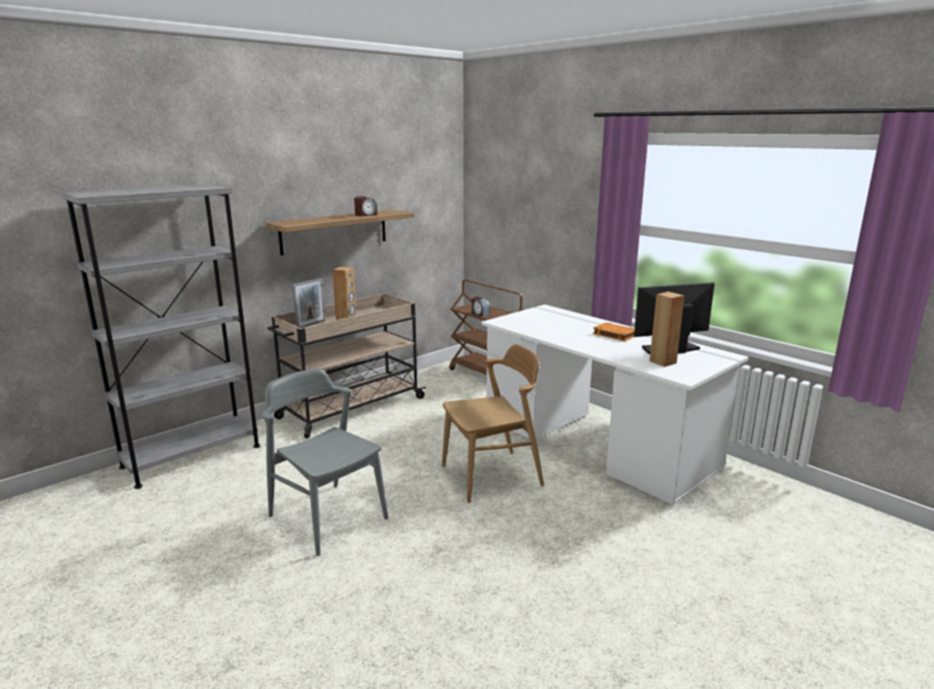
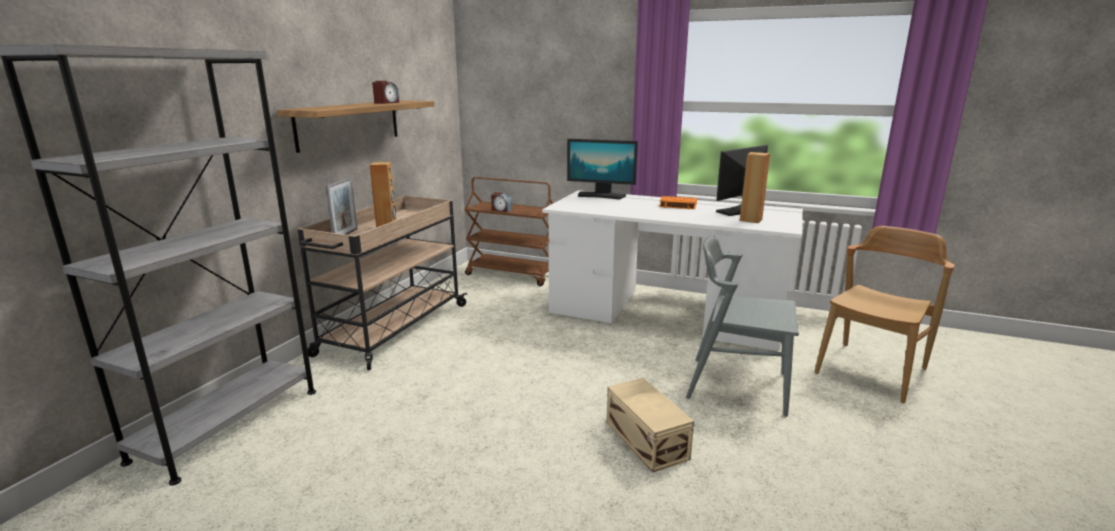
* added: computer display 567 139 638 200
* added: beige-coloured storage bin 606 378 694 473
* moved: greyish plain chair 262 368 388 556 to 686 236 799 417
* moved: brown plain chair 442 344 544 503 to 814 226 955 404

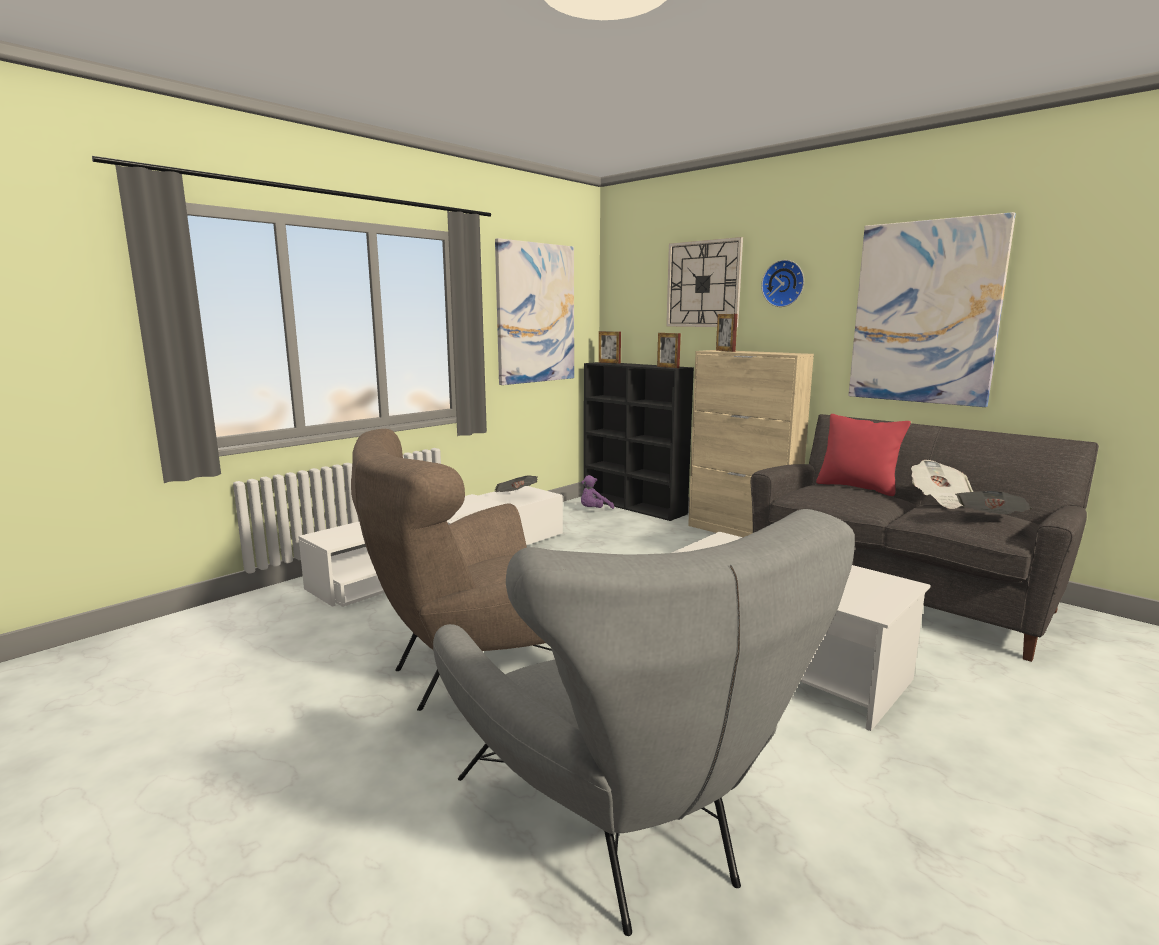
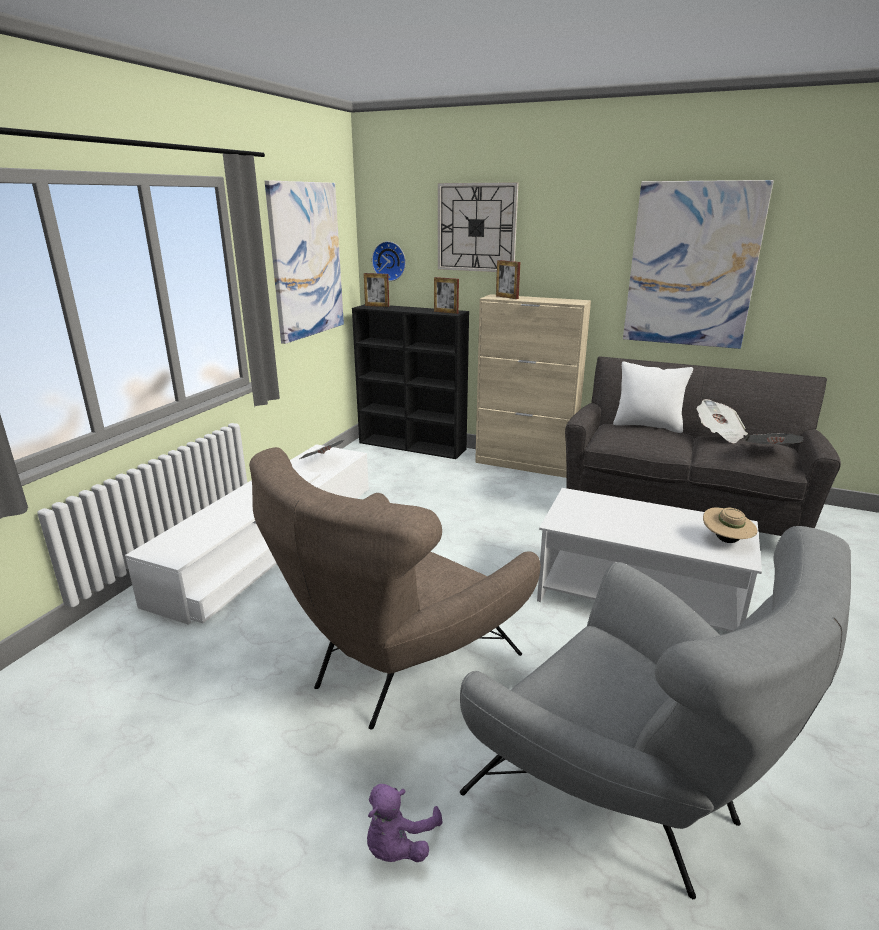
* added: beige-coloured wearable hat 703 507 757 543
* moved: purple-coloured soft toy 581 475 614 509 to 367 784 442 862
* moved: hanging clock 761 260 804 307 to 372 241 406 281
* recoloured: red-coloured pillow 816 414 911 496 to whitish pillow 613 361 693 433

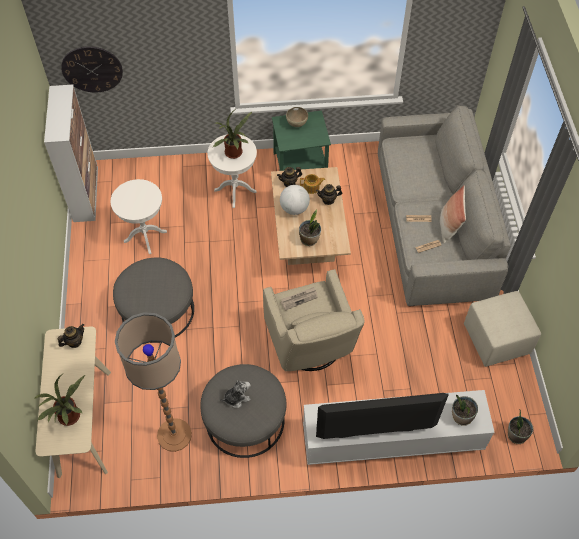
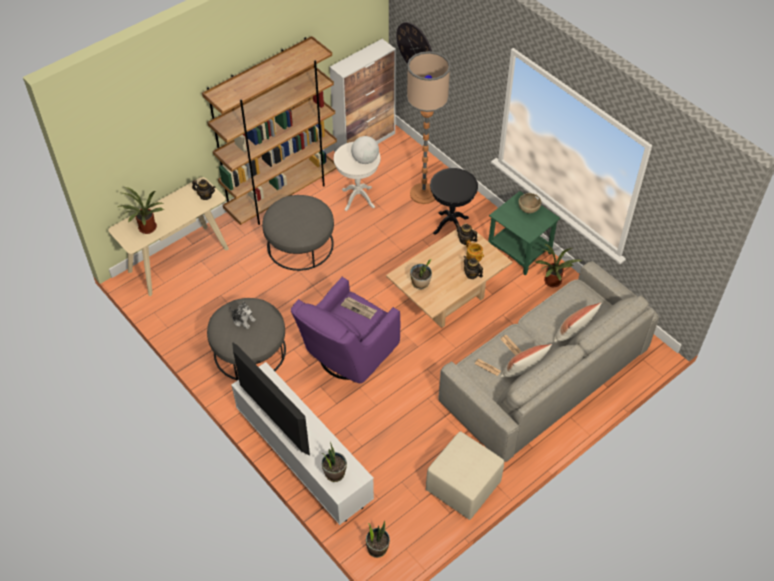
* added: brown bookshelf 202 36 337 225
* added: pillow 553 303 601 342
* moved: floor lamp 115 312 192 452 to 407 51 451 204
* moved: potted plant 213 111 252 159 to 535 244 583 287
* moved: desk globe 280 185 310 215 to 351 136 379 164
* recoloured: whitish accent table 208 134 257 208 to blackish accent table 430 168 478 235
* recoloured: beige-coloured easy chair 263 269 365 371 to purple-coloured easy chair 291 277 400 384

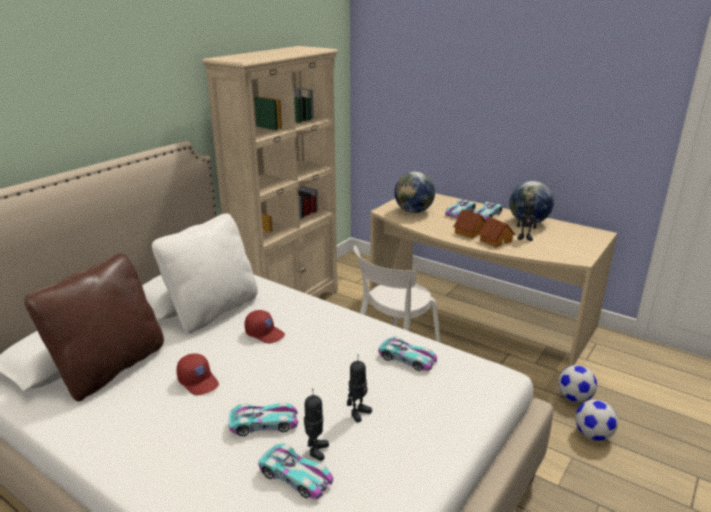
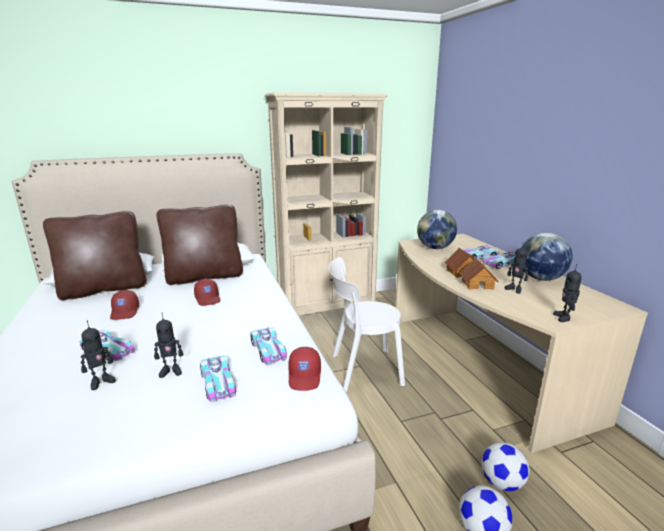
* added: red-coloured baseball cap 288 347 321 391
* added: toy robot 553 264 582 322
* moved: miniature car 258 443 333 499 to 200 356 236 402
* recoloured: whitish pillow 152 213 258 334 to brown pillow 157 205 243 285

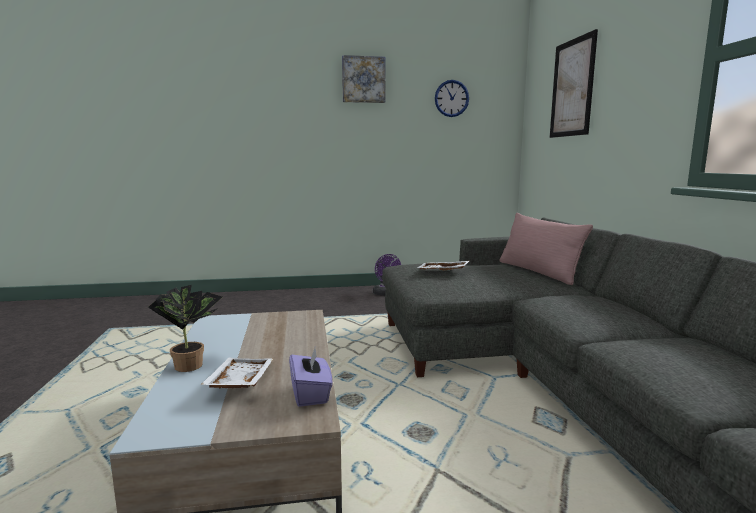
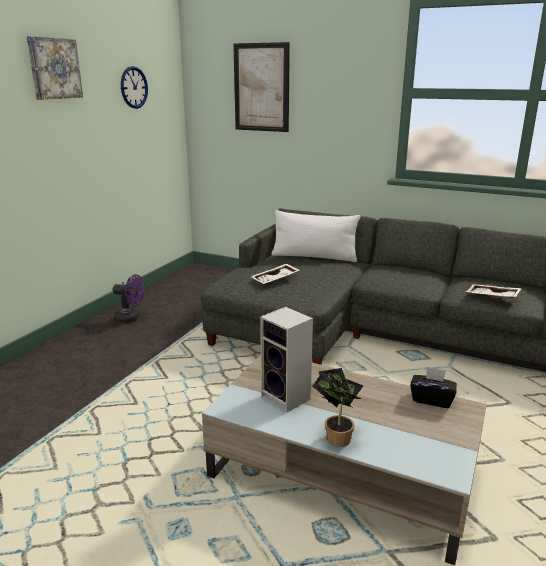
* added: speaker 260 307 313 413
* moved: whitish carrying tray 200 358 273 388 to 466 284 522 298
* recoloured: purple-coloured tissue holder 289 345 333 407 to blackish tissue holder 410 367 457 408
* recoloured: pink pillow 500 213 593 285 to whitish pillow 272 210 361 262

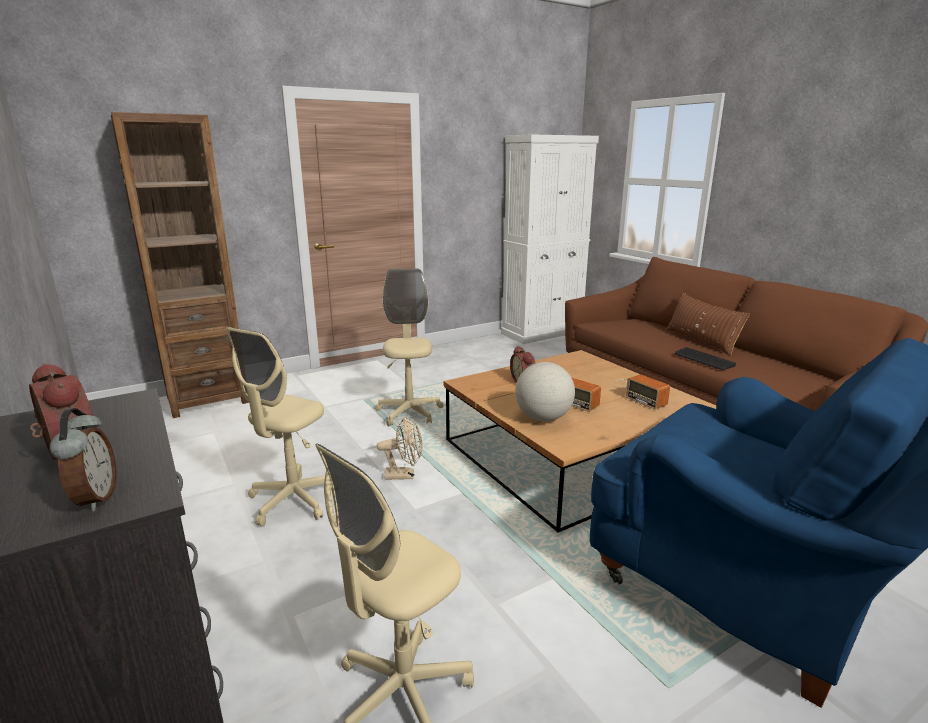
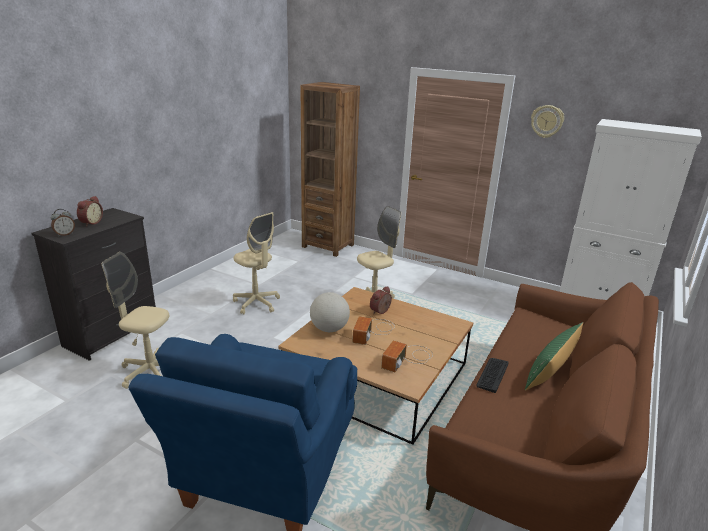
* removed: beige-coloured fan 377 416 422 480
* added: hanging clock 531 105 564 138
* recoloured: brown pillow 666 292 750 356 to green-coloured pillow 525 322 583 390
* turned: beige-coloured desk chair 226 327 325 527 = 233 212 280 314 135 degrees counterclockwise

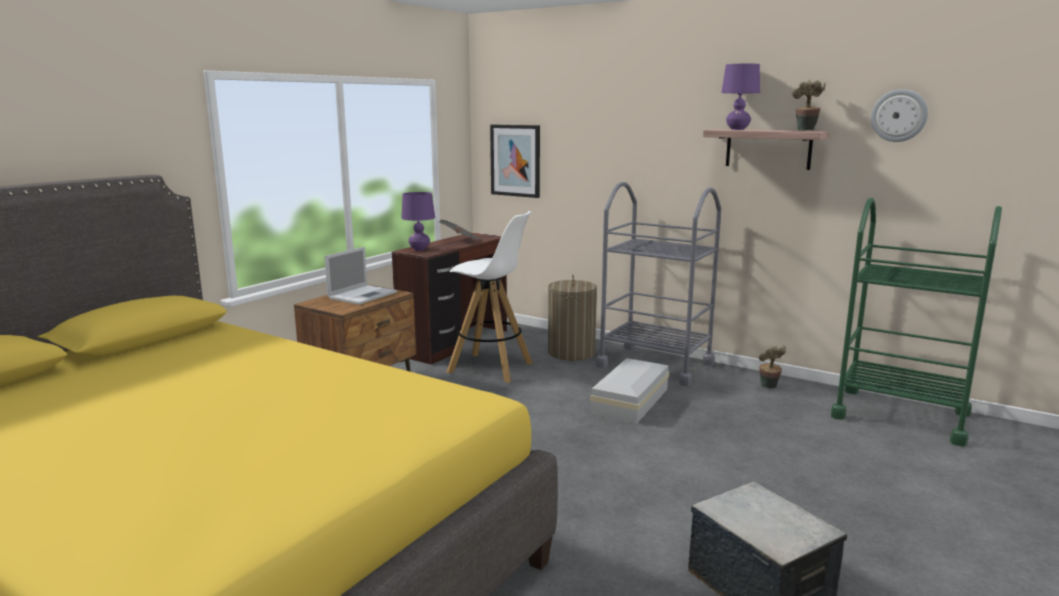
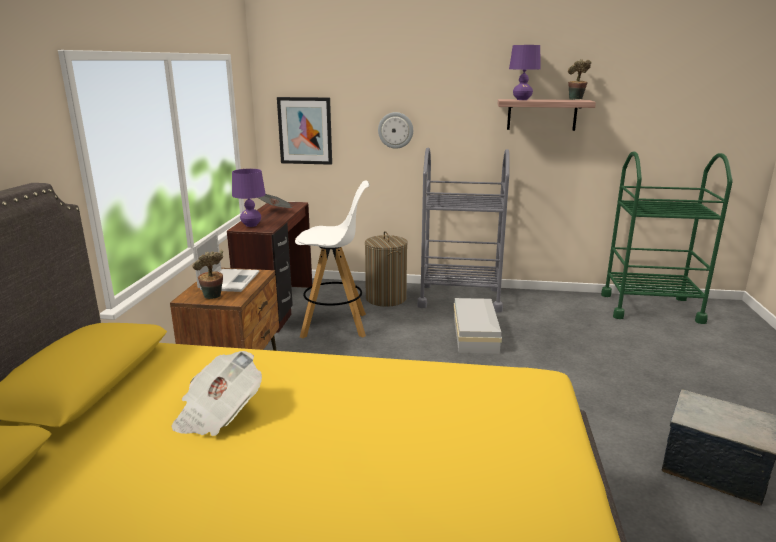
* added: printed paper 171 351 262 436
* moved: potted plant 759 345 786 388 to 193 250 223 299
* moved: hanging clock 871 89 928 142 to 378 112 413 149

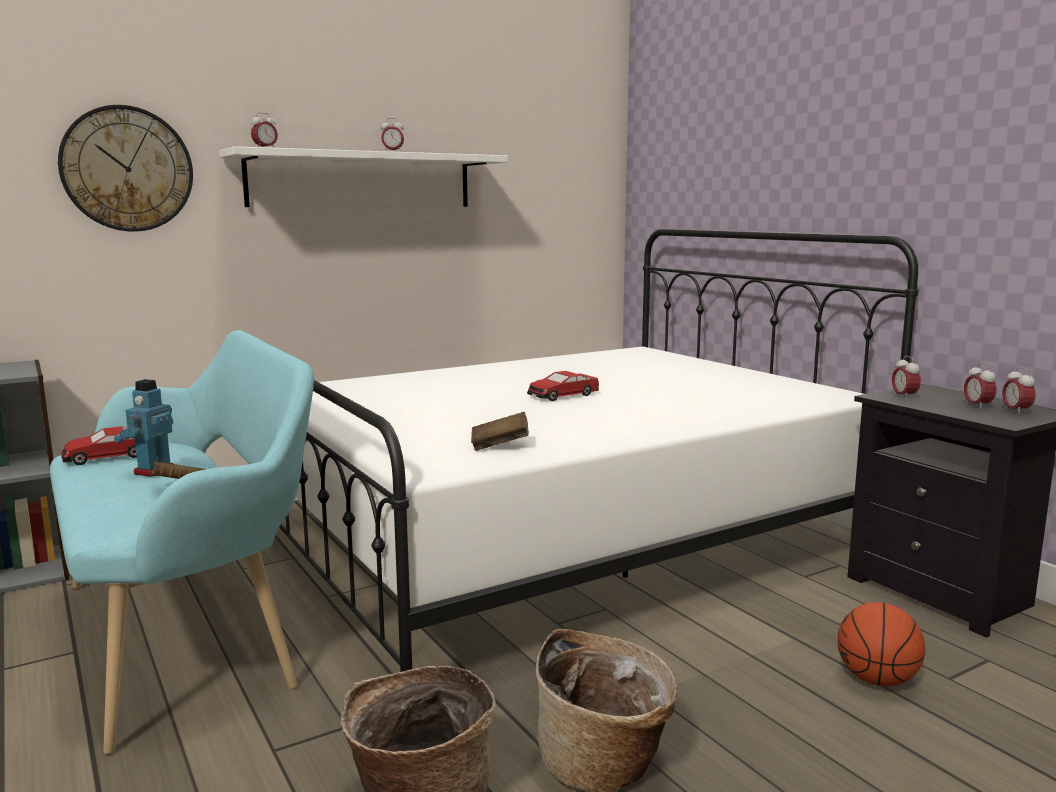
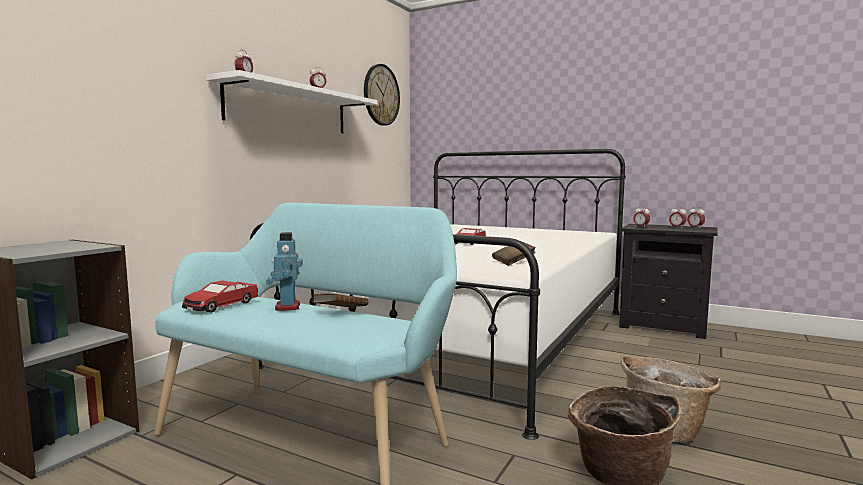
* removed: basketball 838 602 925 687
* moved: hanging clock 58 105 193 232 to 364 64 400 126

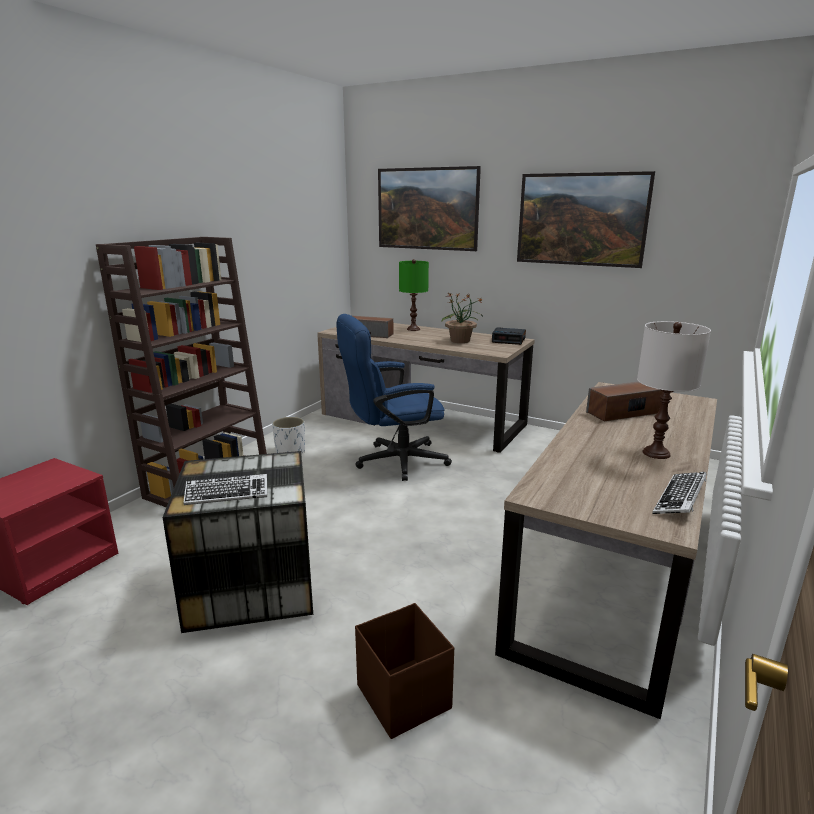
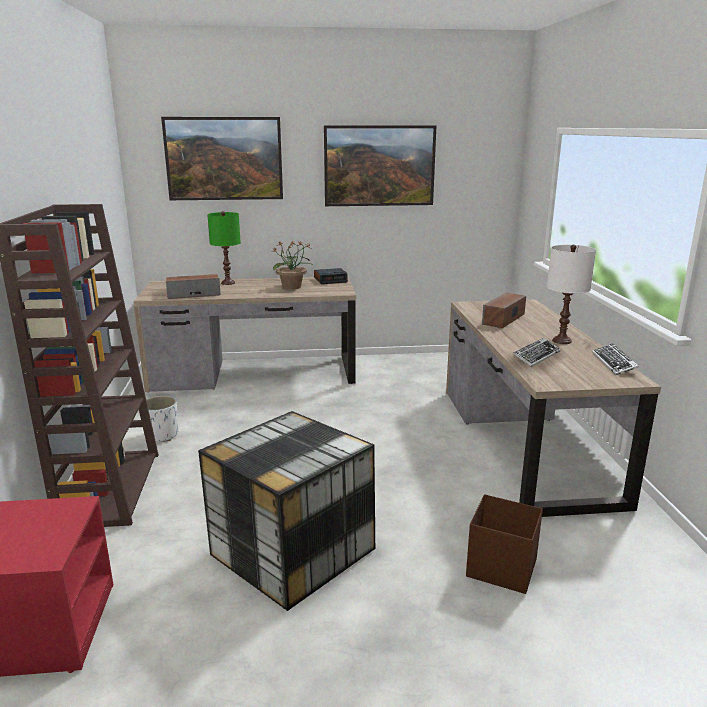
* removed: bluish desk chair 336 314 452 481
* moved: computer keyboard 183 474 267 505 to 513 338 561 367

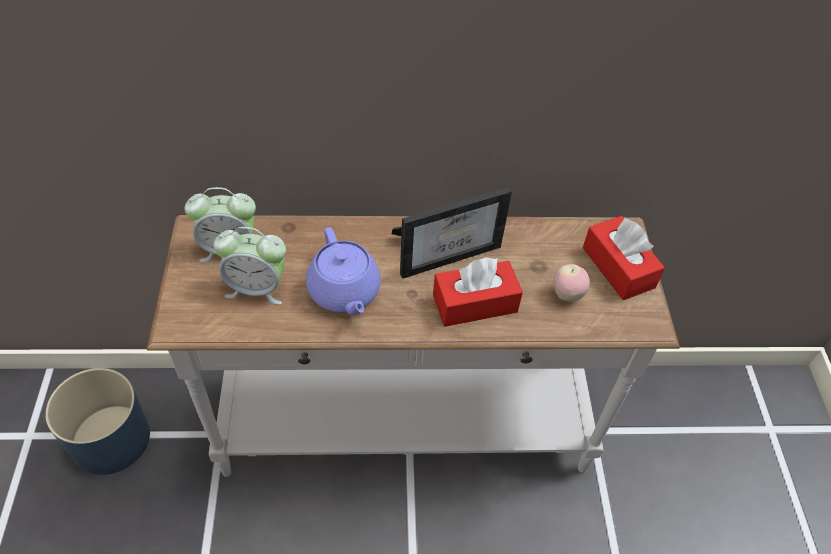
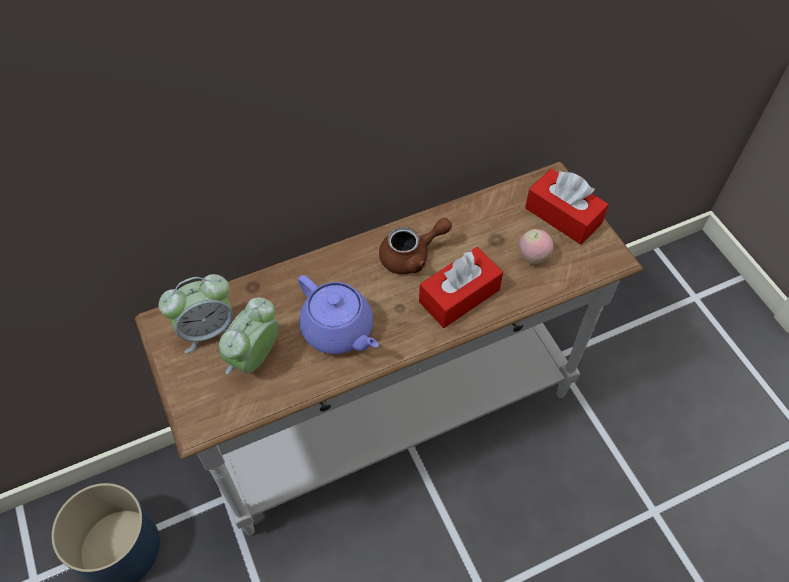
* replaced: photo frame 392 187 512 279 to brown tea pot 379 218 452 274
* turned: table clock 213 227 286 305 = 219 297 279 374 135 degrees clockwise

